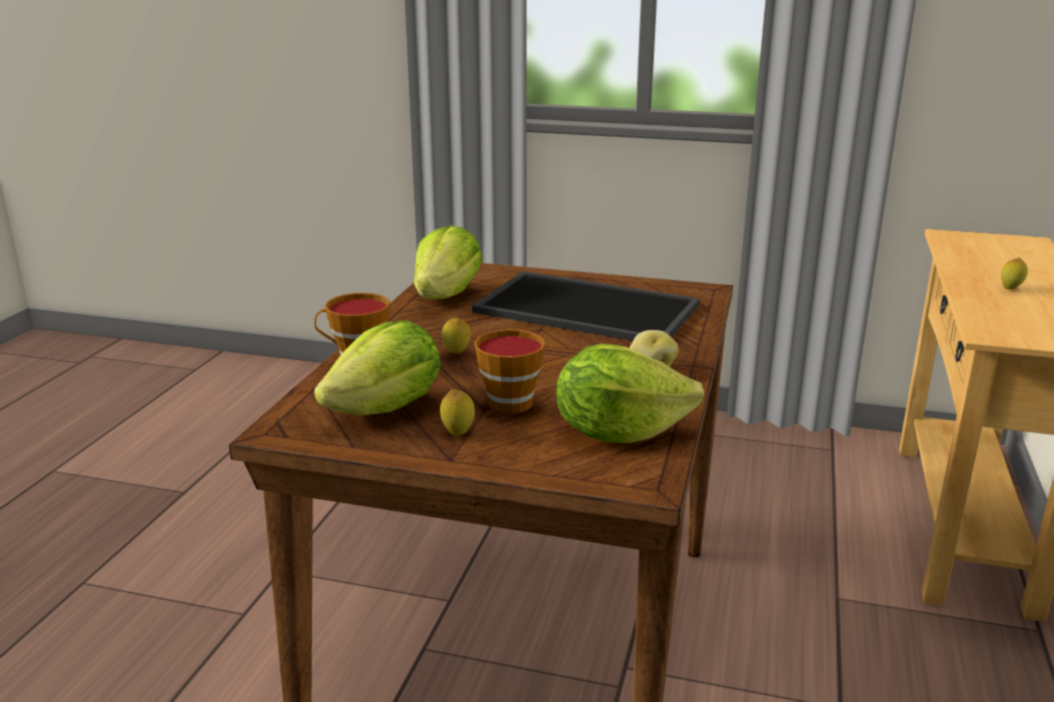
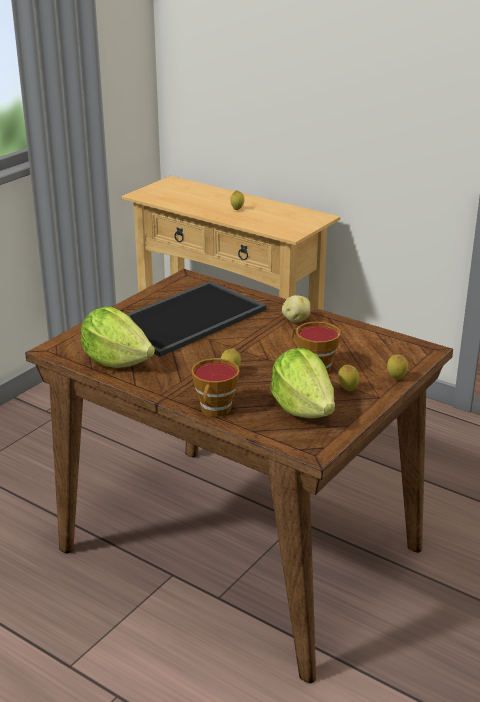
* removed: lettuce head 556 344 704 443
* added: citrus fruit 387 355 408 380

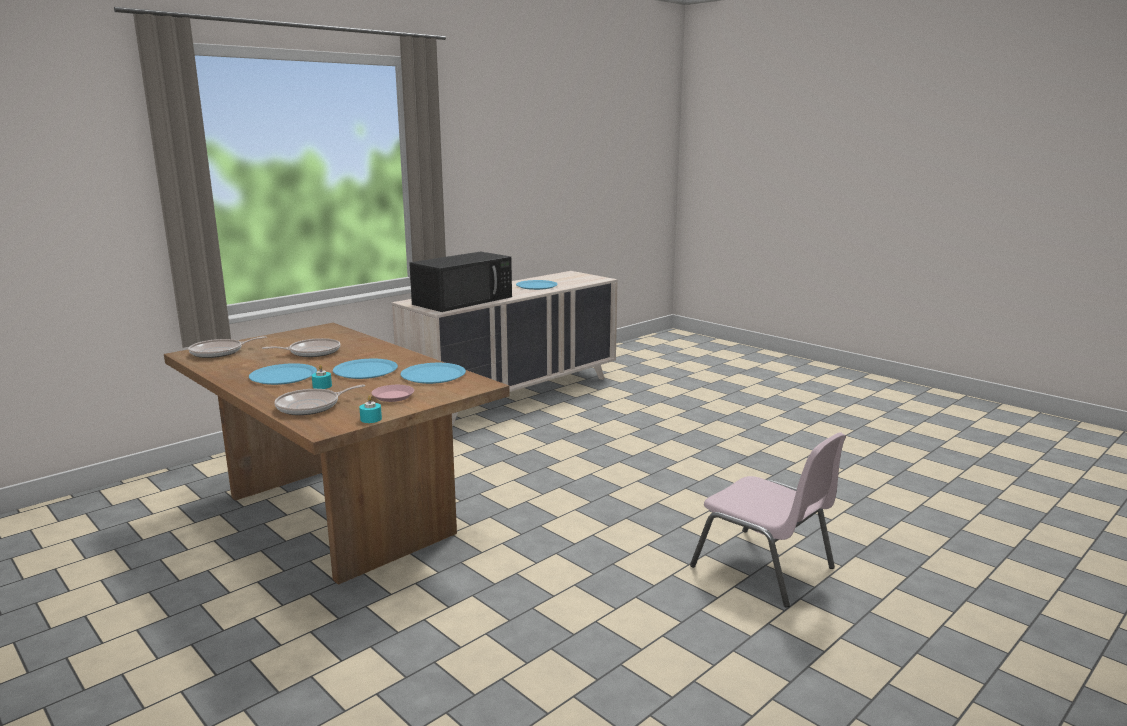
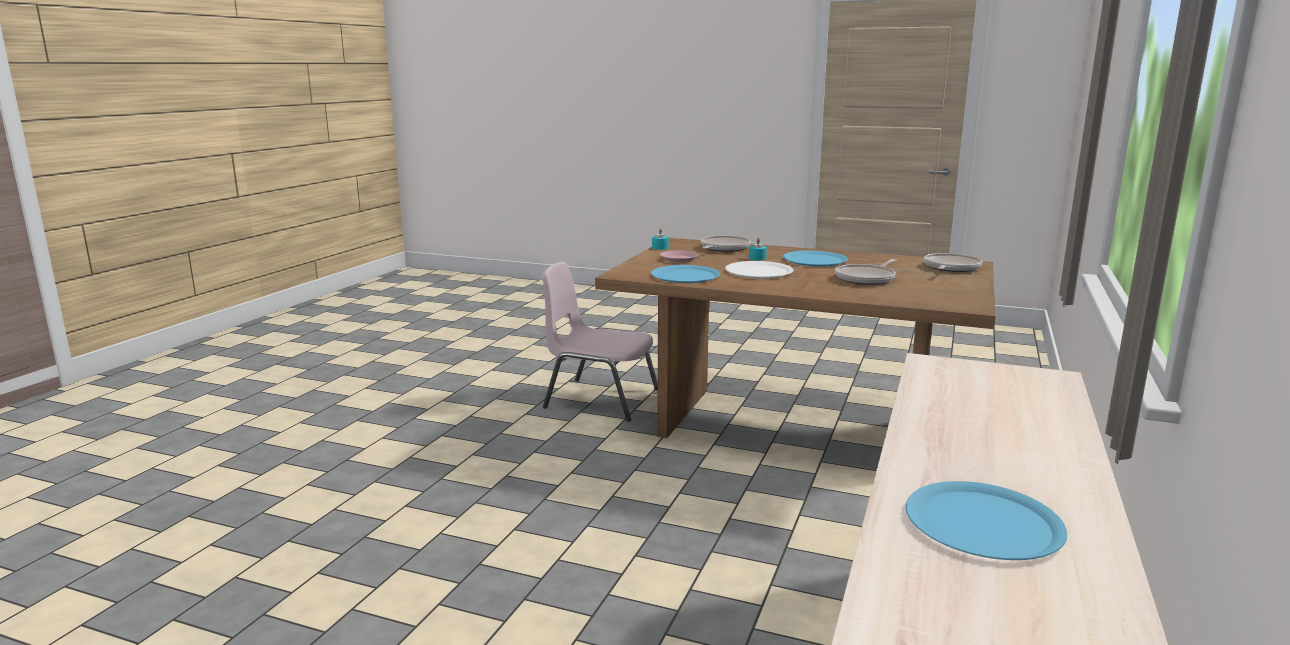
* removed: blackish microwave oven 409 252 512 312
* moved: pink plain chair 690 433 846 607 to 542 262 658 422
* recoloured: bluish plate 333 359 398 379 to whitish plate 725 261 793 279

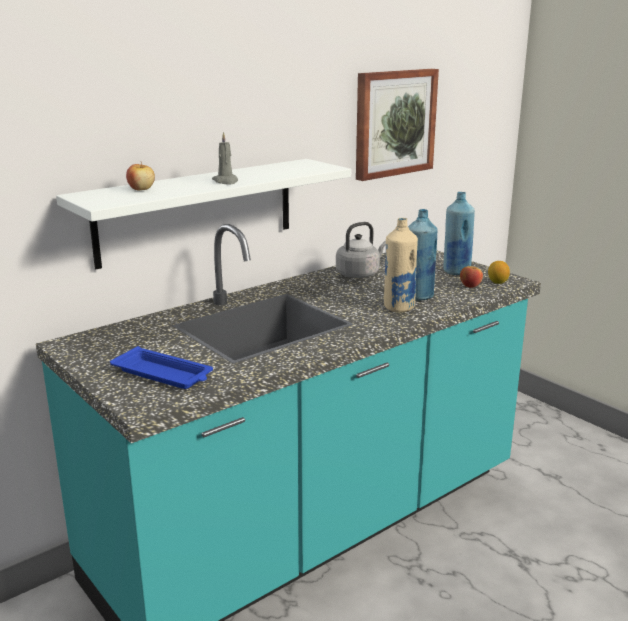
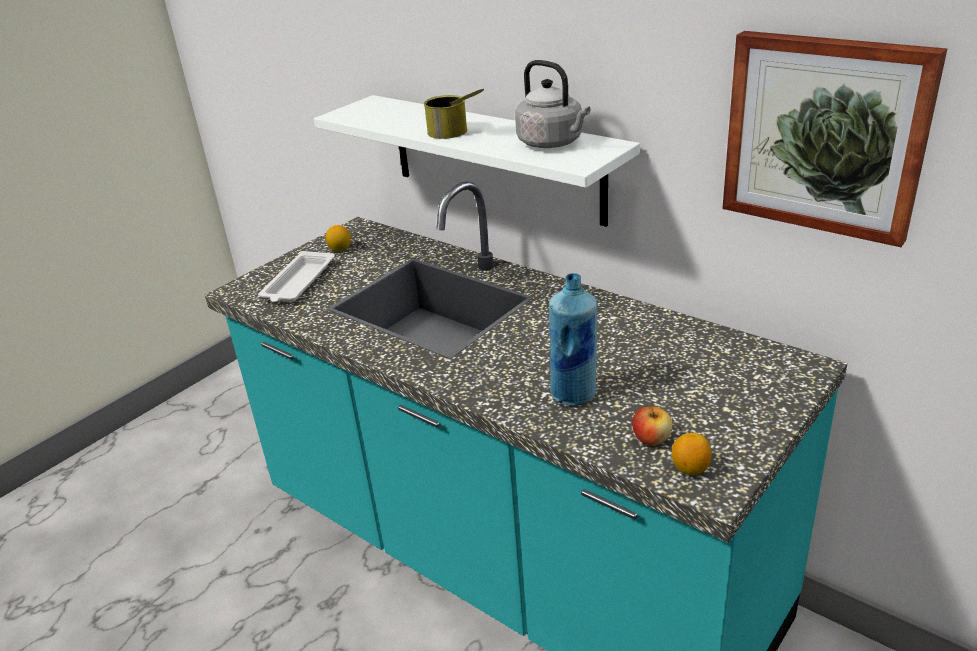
* removed: apple 126 164 155 191
* removed: beige-coloured drink bottle 384 218 418 312
* removed: bluish drink bottle 443 192 475 275
* added: citrus fruit 326 225 351 252
* moved: greyish water kettle 336 222 386 278 to 515 60 590 148
* replaced: greyish wax candle 212 132 238 184 to metal can 424 89 484 139
* recoloured: bluish carrying tray 110 346 213 389 to whitish carrying tray 258 251 335 302

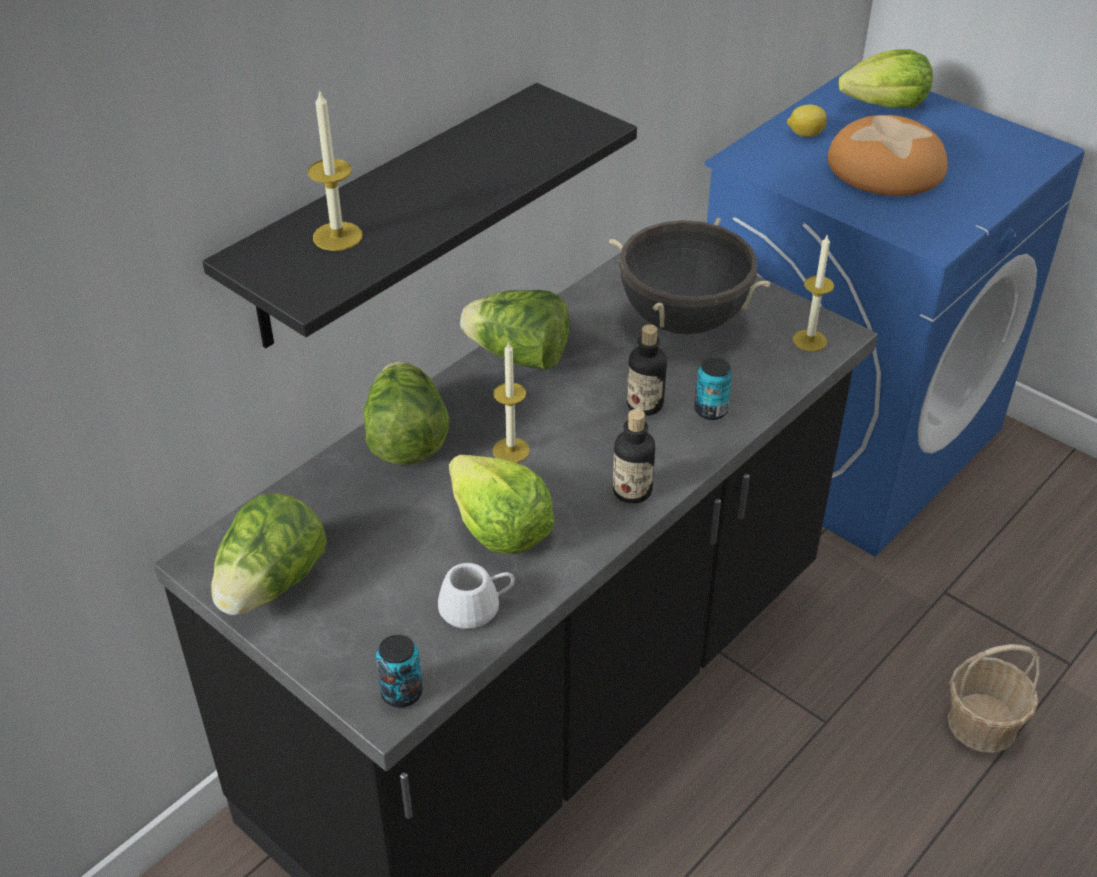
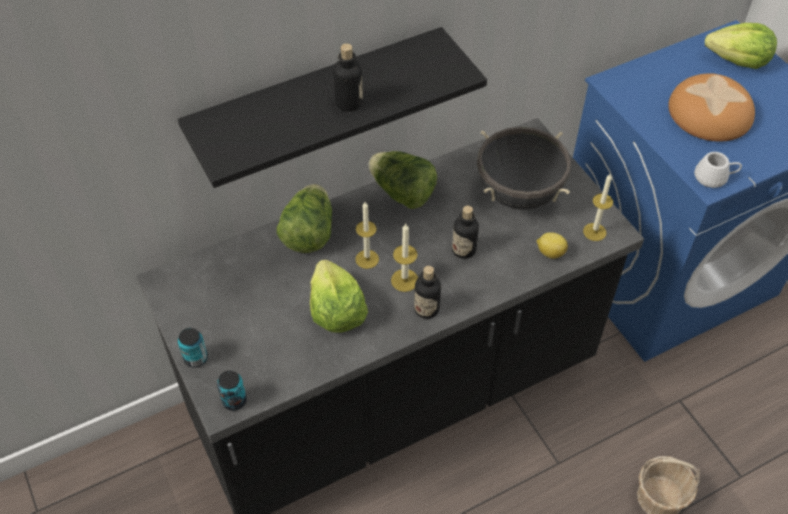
* removed: lettuce head 211 493 327 615
* added: drink bottle 333 43 363 112
* moved: wax candle 308 89 363 251 to 391 224 418 292
* moved: whitish coffee mug 438 563 515 629 to 694 152 742 188
* moved: metal can 694 357 732 420 to 178 328 208 368
* moved: citrus fruit 787 104 827 137 to 537 232 568 259

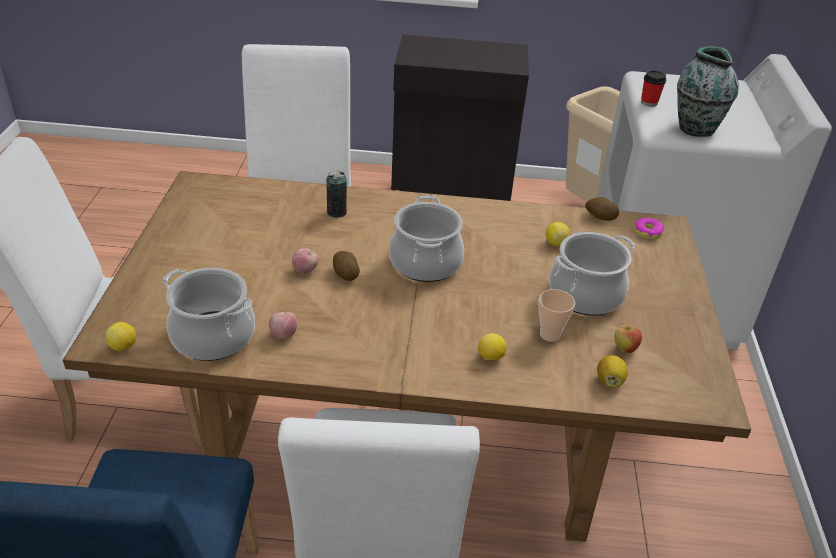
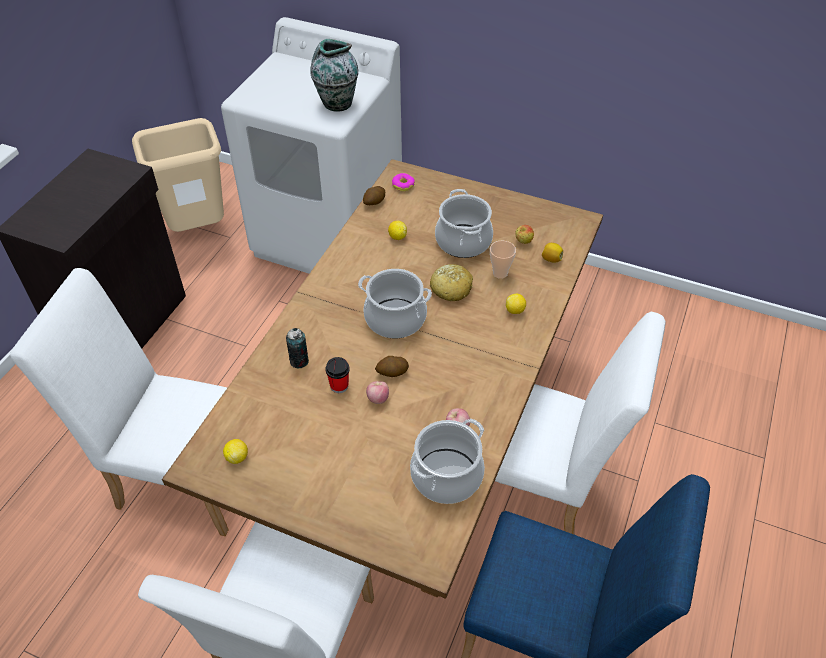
* added: bread 430 264 473 301
* moved: citrus fruit 105 322 136 351 to 223 439 248 464
* moved: cup 641 70 666 107 to 325 357 350 393

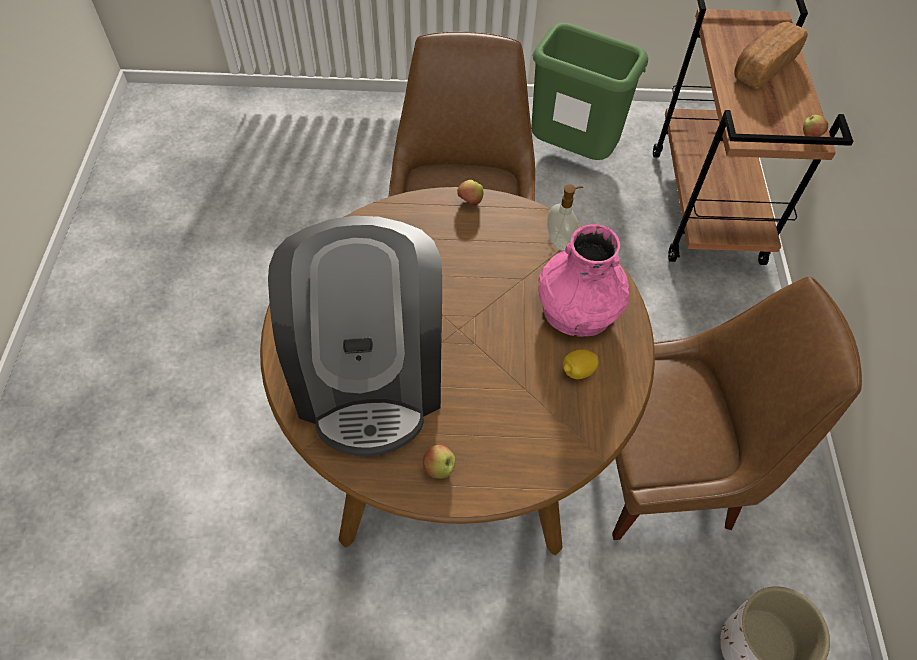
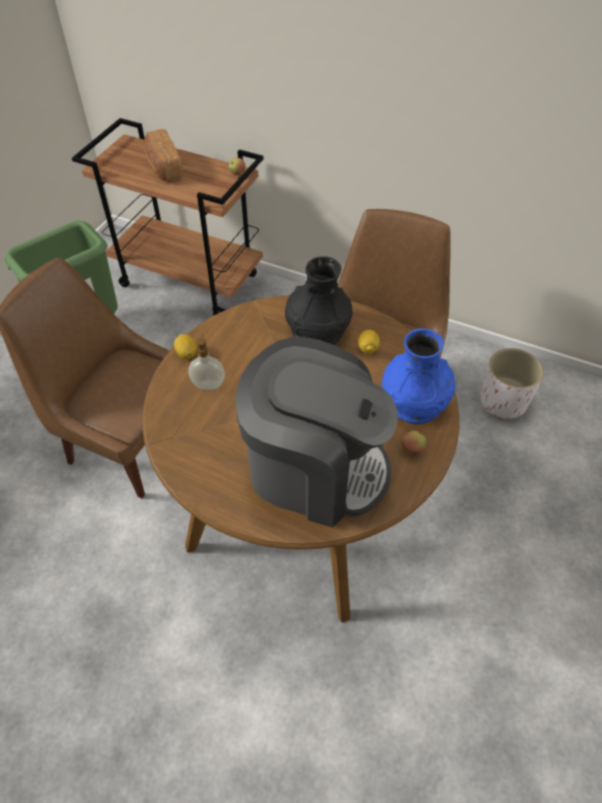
* added: bluish vase 382 328 456 424
* moved: soap dispenser 547 184 583 251 to 188 334 225 390
* replaced: apple 457 180 483 206 to citrus fruit 174 334 197 359
* recoloured: pink vase 538 224 630 337 to blackish vase 285 256 353 345

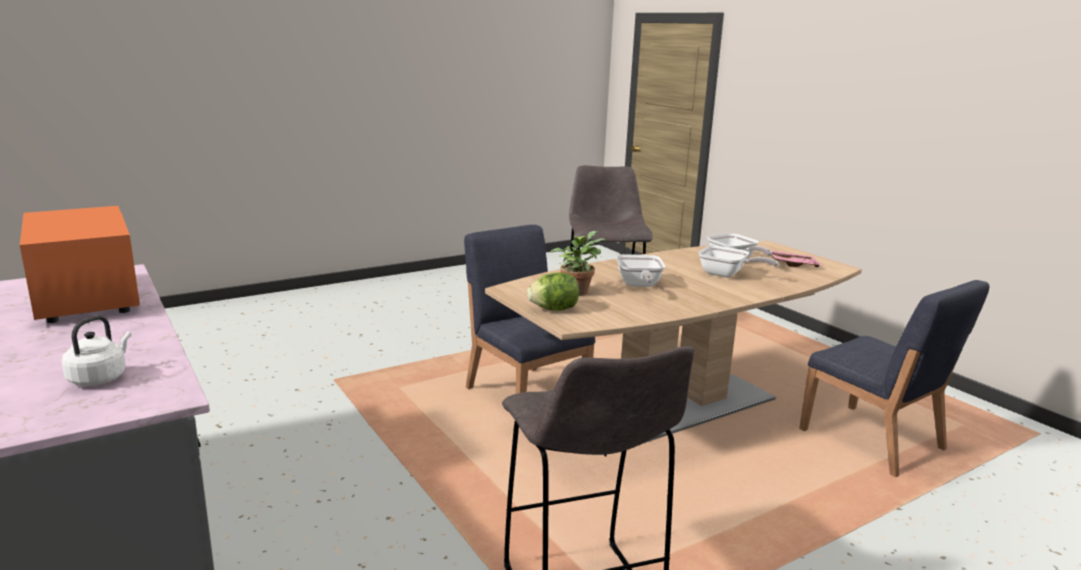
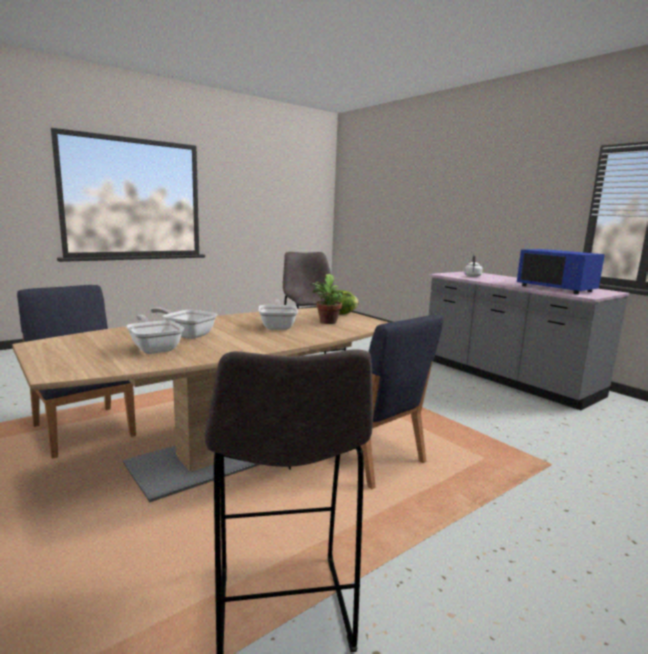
* removed: pink carrying tray 771 251 824 267
* recoloured: orange microwave oven 20 206 140 323 to bluish microwave oven 517 249 605 294

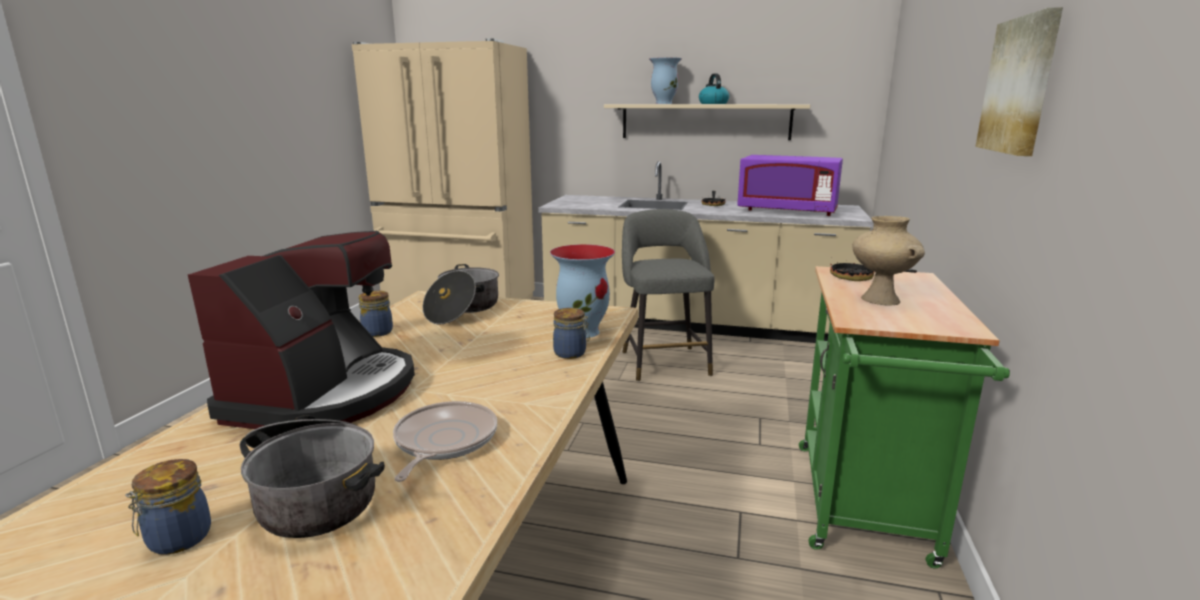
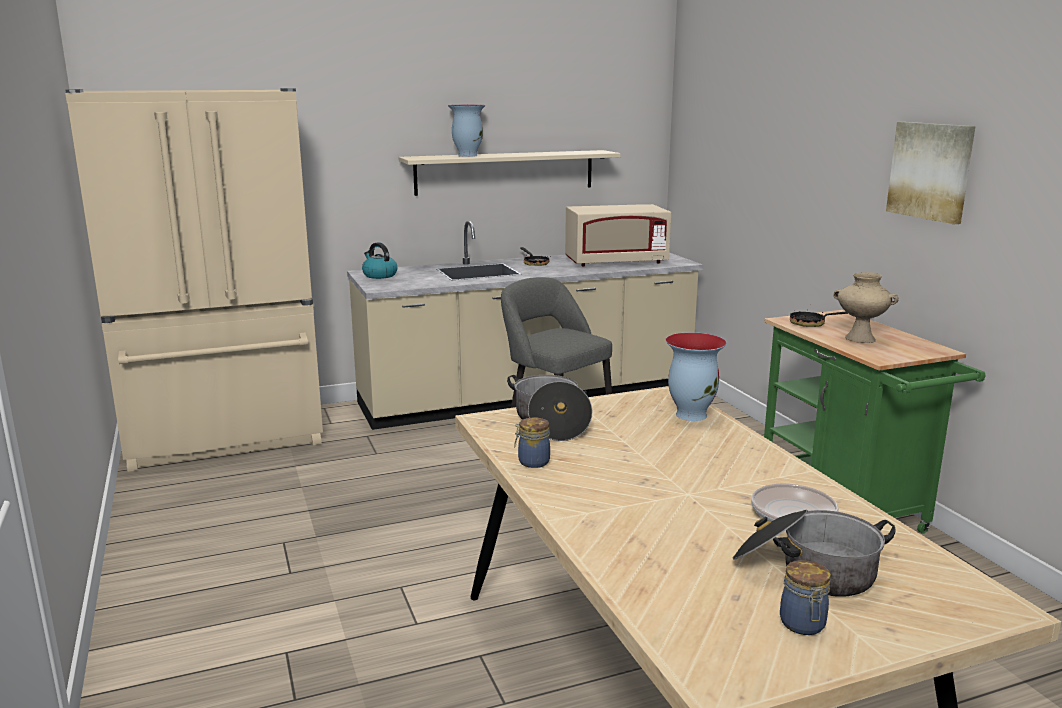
* removed: coffee brewer 188 231 415 429
* removed: storage jar 553 308 590 359
* moved: water kettle 699 73 729 104 to 362 242 397 279
* recoloured: purple-coloured microwave oven 737 155 843 216 to beige-coloured microwave oven 565 204 671 266

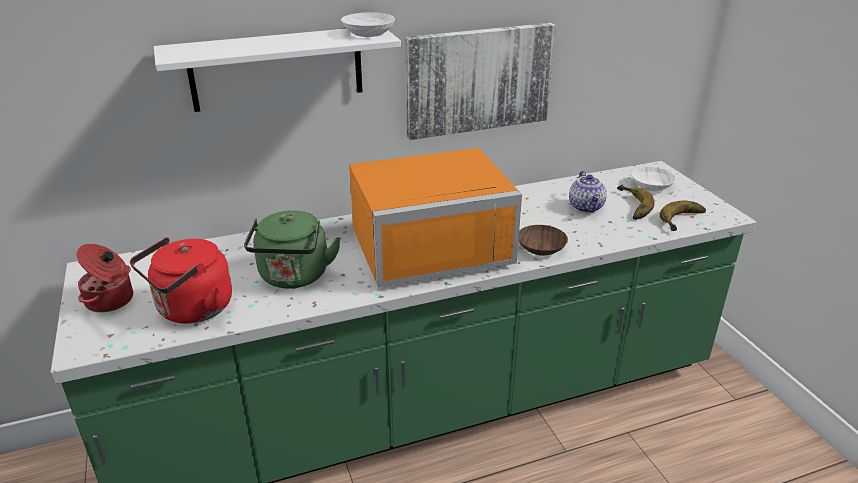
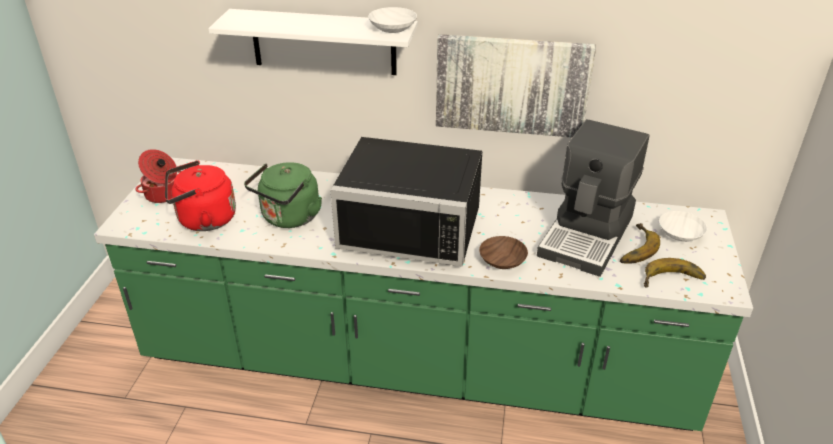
* replaced: tea pot 569 171 607 213 to coffee brewer 537 119 650 277
* recoloured: orange microwave oven 349 148 522 287 to blackish microwave oven 330 137 482 267

